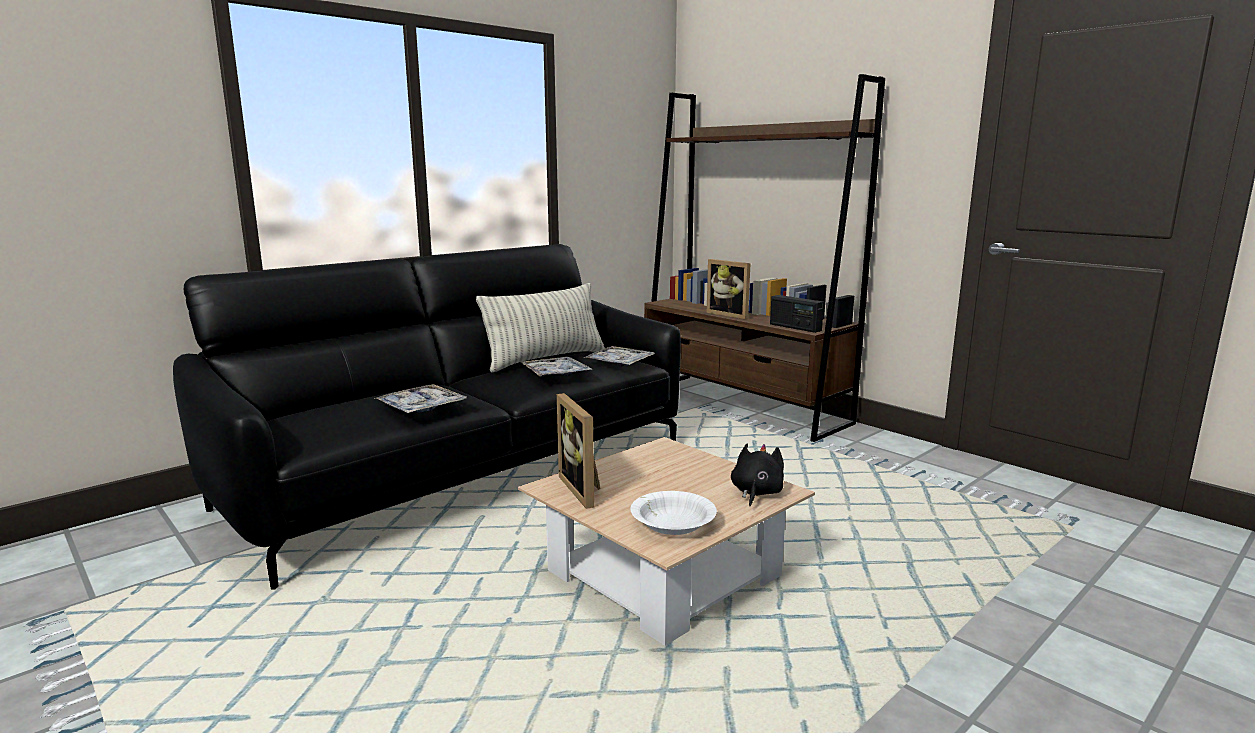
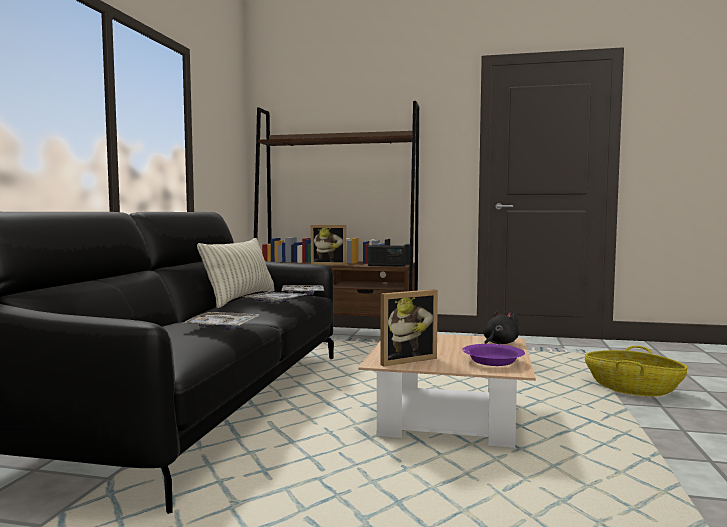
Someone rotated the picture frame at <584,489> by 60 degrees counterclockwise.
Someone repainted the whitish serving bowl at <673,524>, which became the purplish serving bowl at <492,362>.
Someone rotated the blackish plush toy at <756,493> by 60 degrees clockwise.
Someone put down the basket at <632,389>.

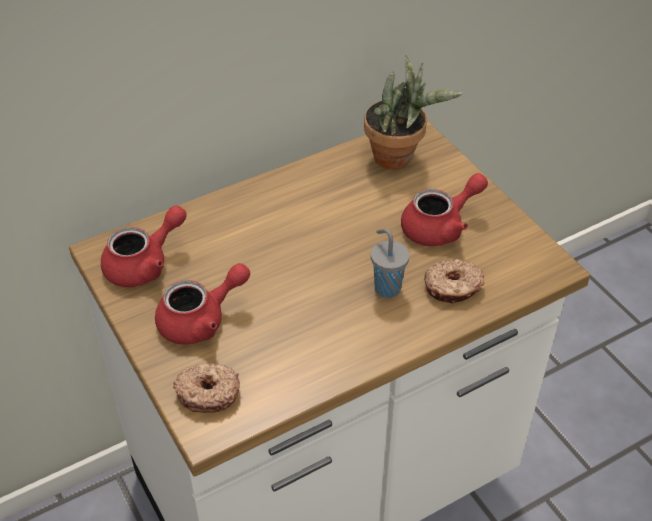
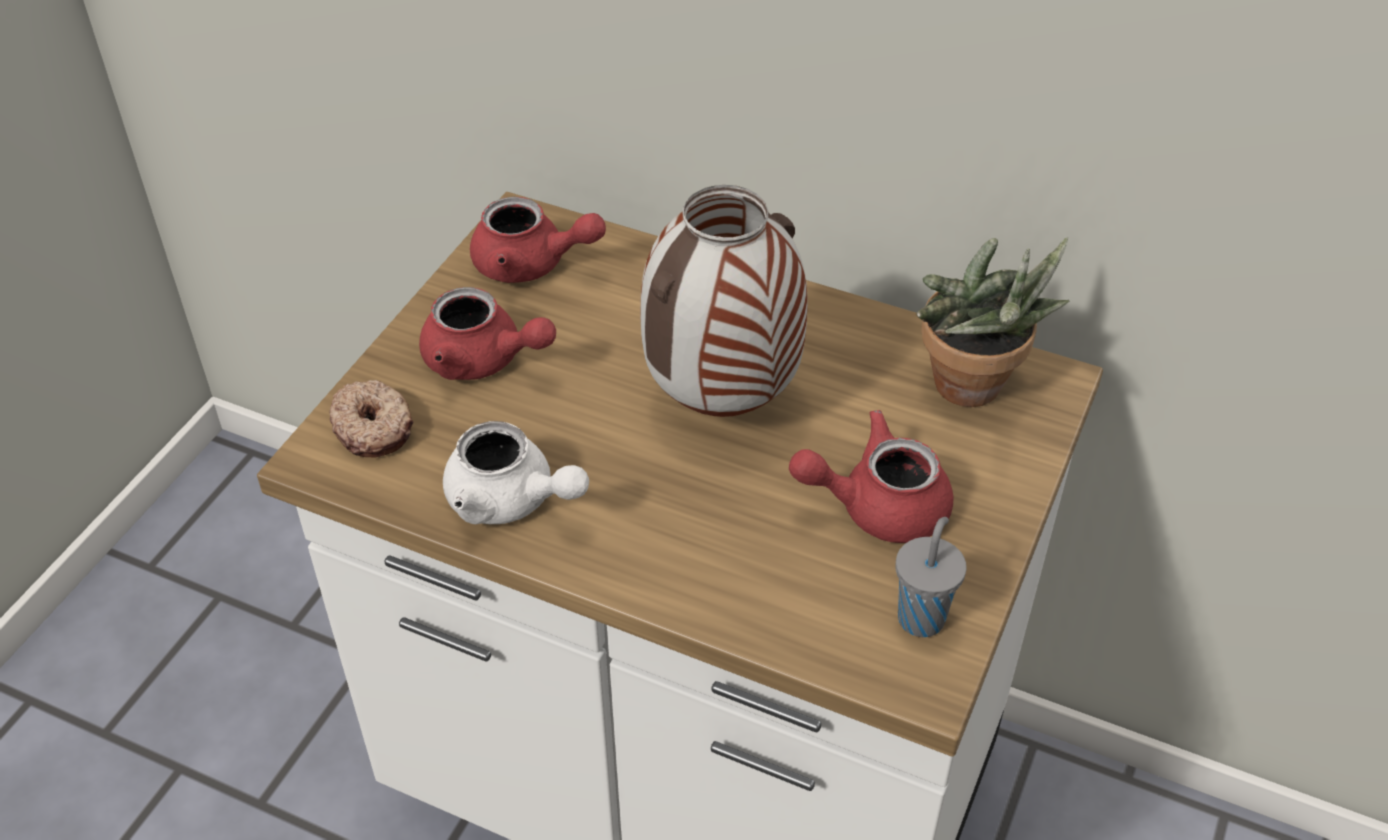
Someone carried the greyish drinking cup from <386,287> to <922,616>.
Someone rotated the red-coloured teapot at <440,226> by 150 degrees clockwise.
Someone took away the donut at <453,288>.
Someone put down the whitish teapot at <511,501>.
Someone put down the flower vase at <721,406>.

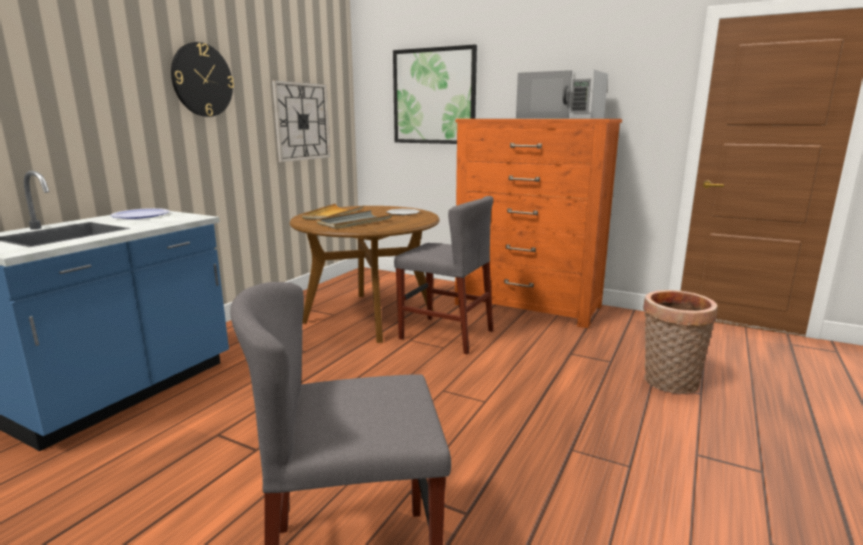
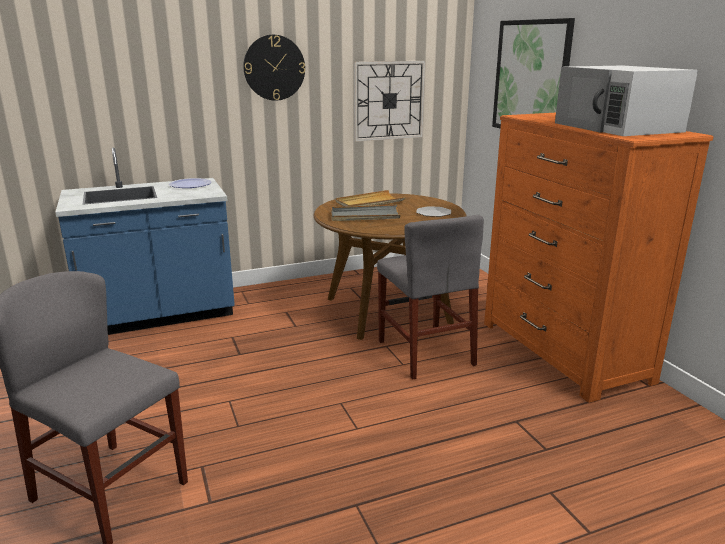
Someone took away the basket at <668,383>.

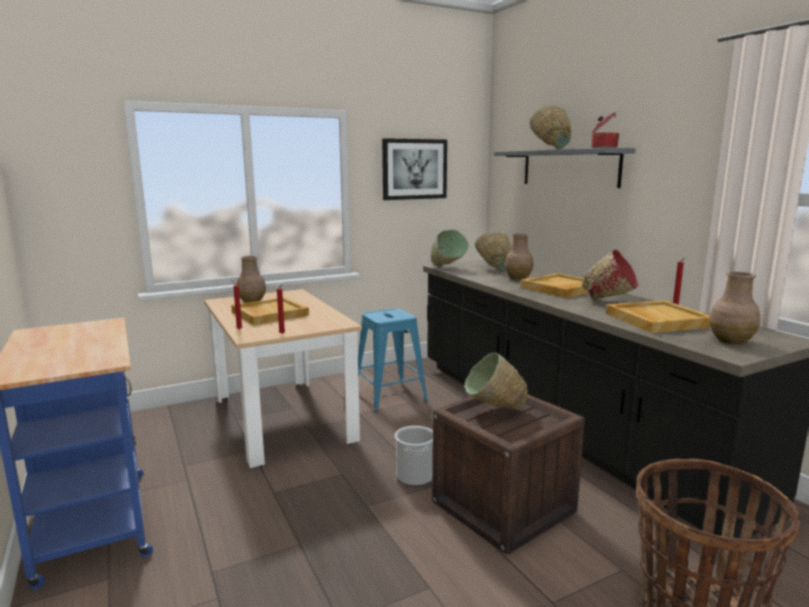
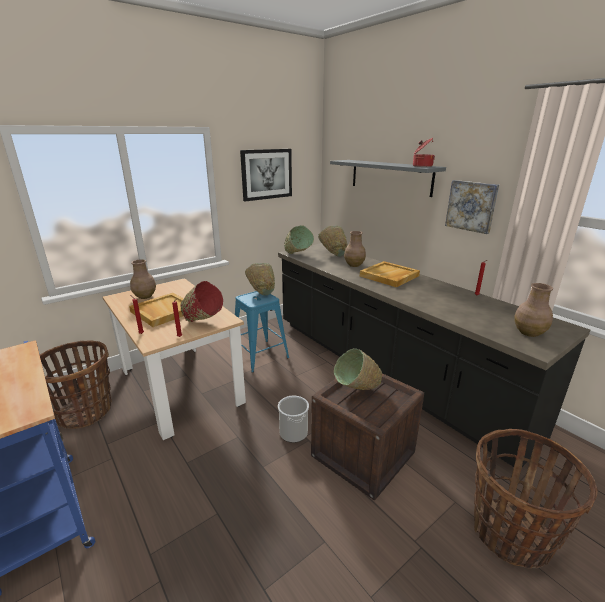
Someone carried the green-coloured serving bowl from <550,149> to <262,292>.
Someone carried the red-coloured serving bowl from <610,301> to <204,321>.
Someone took away the sand-coloured carrying tray at <656,320>.
Someone put down the basket at <85,412>.
Someone put up the wall art at <471,206>.

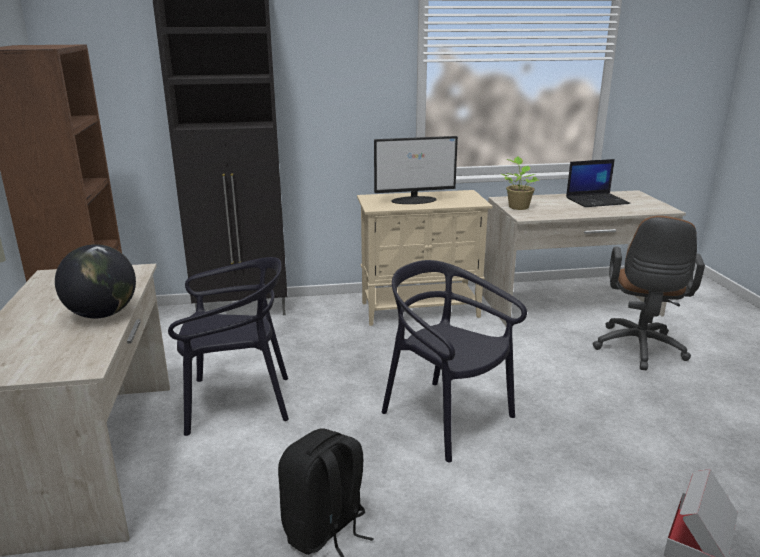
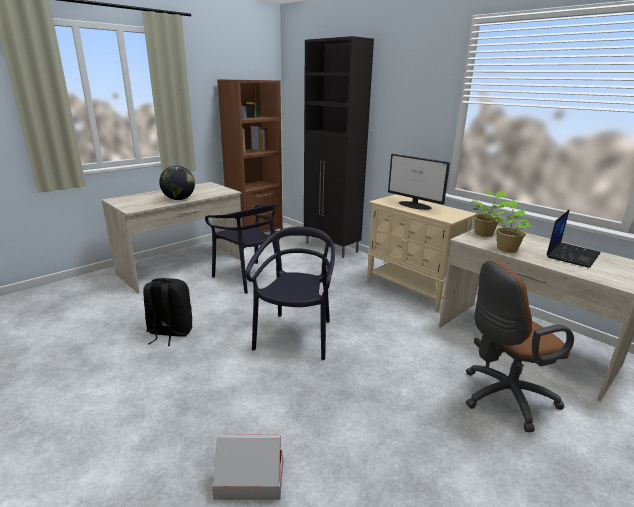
Someone rotated the notebook computer at <597,200> by 90 degrees counterclockwise.
Someone put down the houseplant at <506,248>.

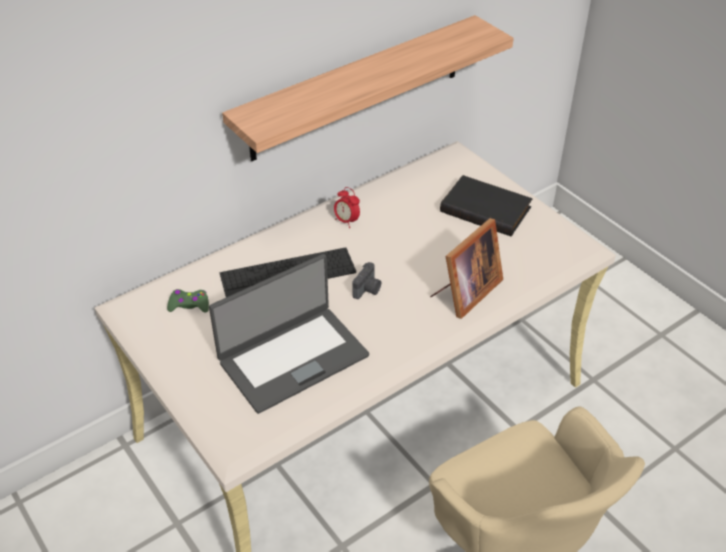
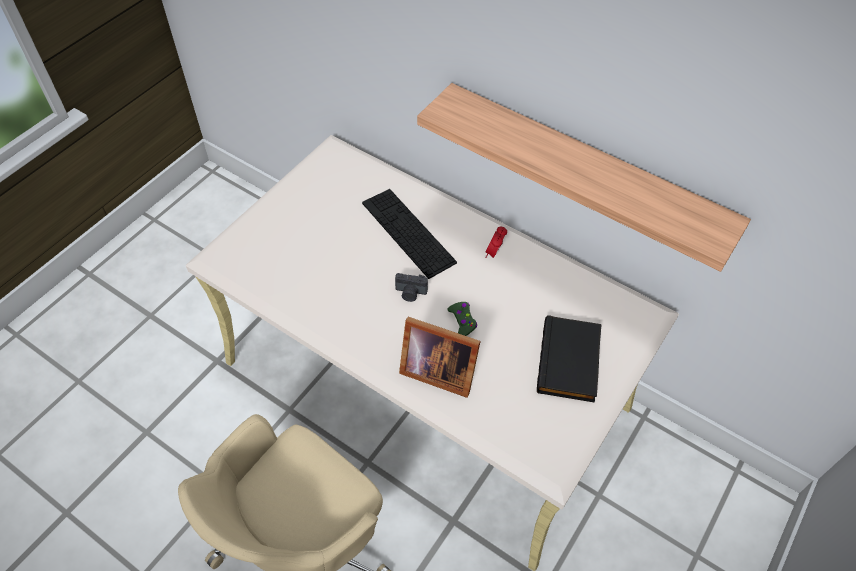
Someone carried the green-coloured game controller from <189,305> to <462,321>.
Someone took away the notebook computer at <292,358>.

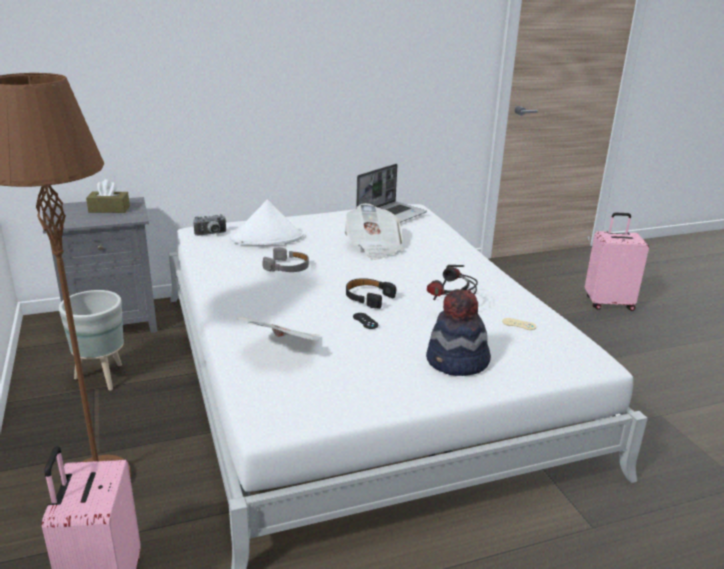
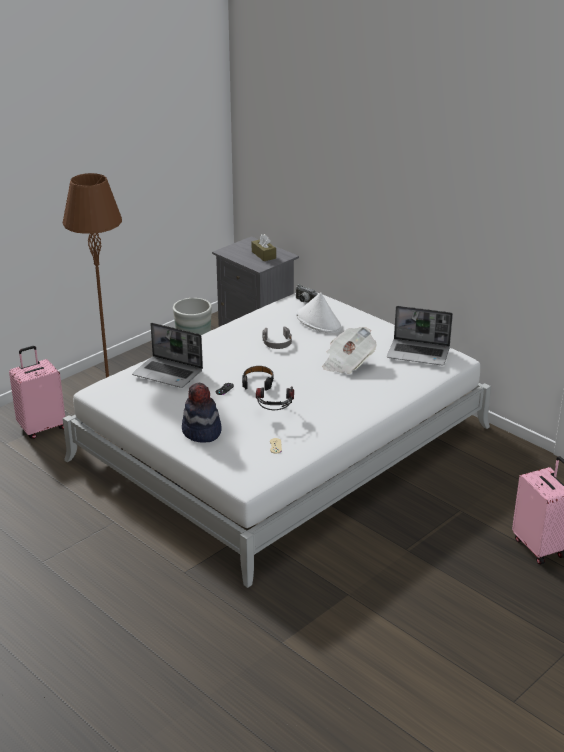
Someone swapped the newspaper at <283,348> for the notebook computer at <169,373>.

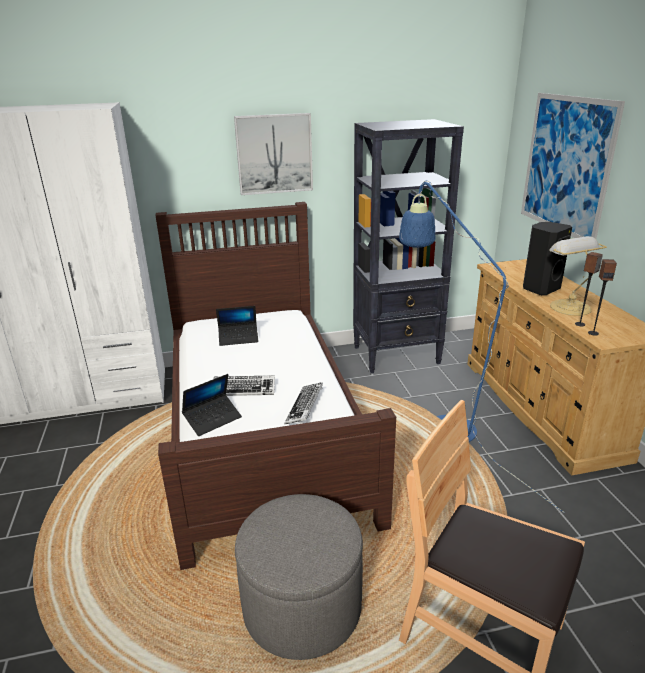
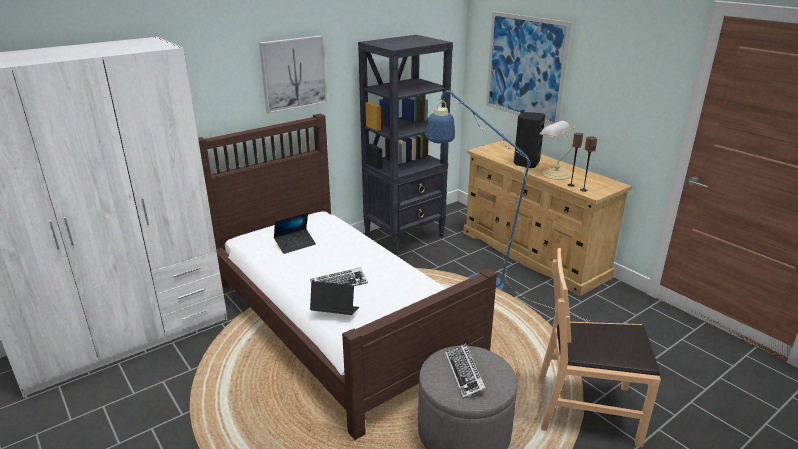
Someone rotated the notebook computer at <213,419> by 105 degrees counterclockwise.
Someone carried the PC keyboard from <305,407> to <465,373>.

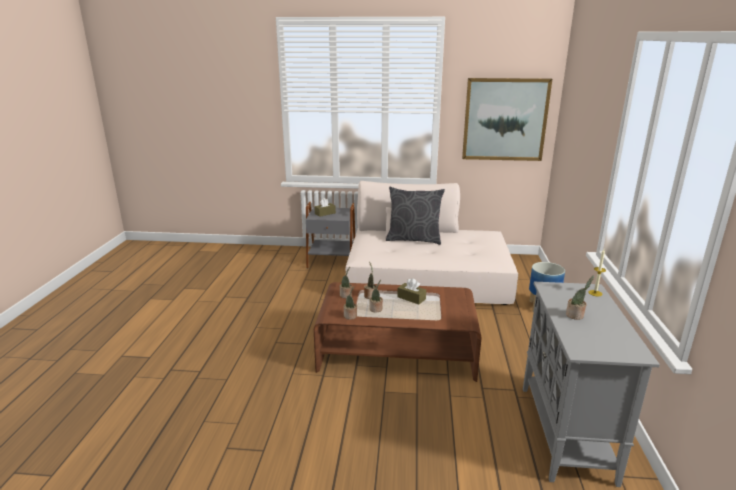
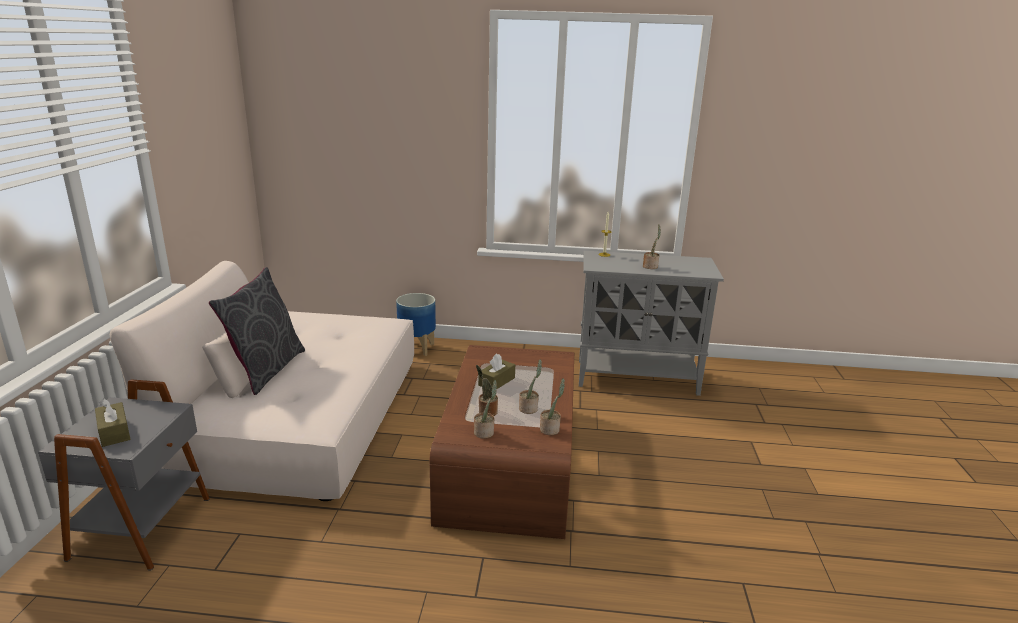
Someone took away the wall art at <505,119>.

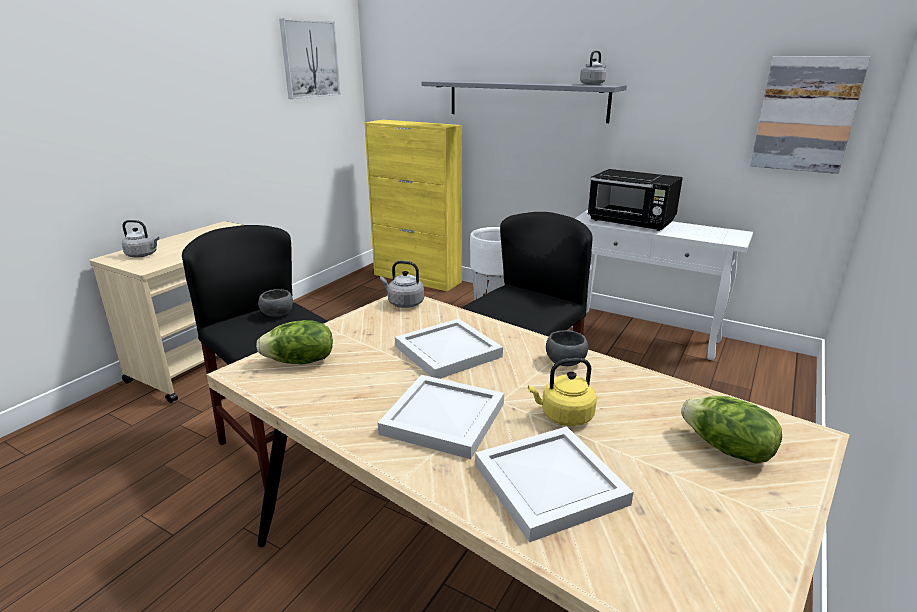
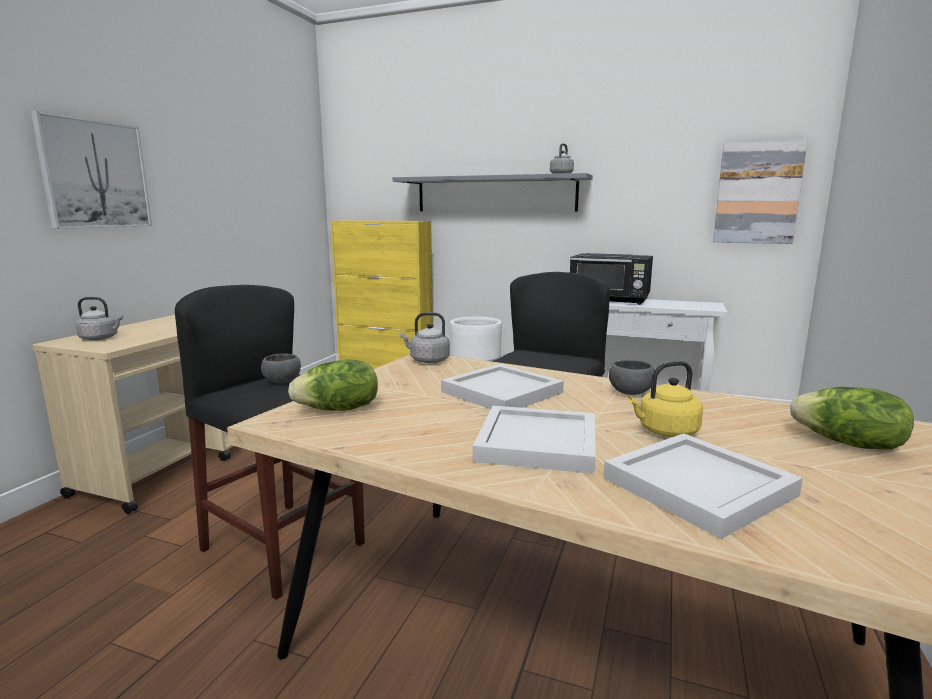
Someone carried the wall art from <310,59> to <95,174>.

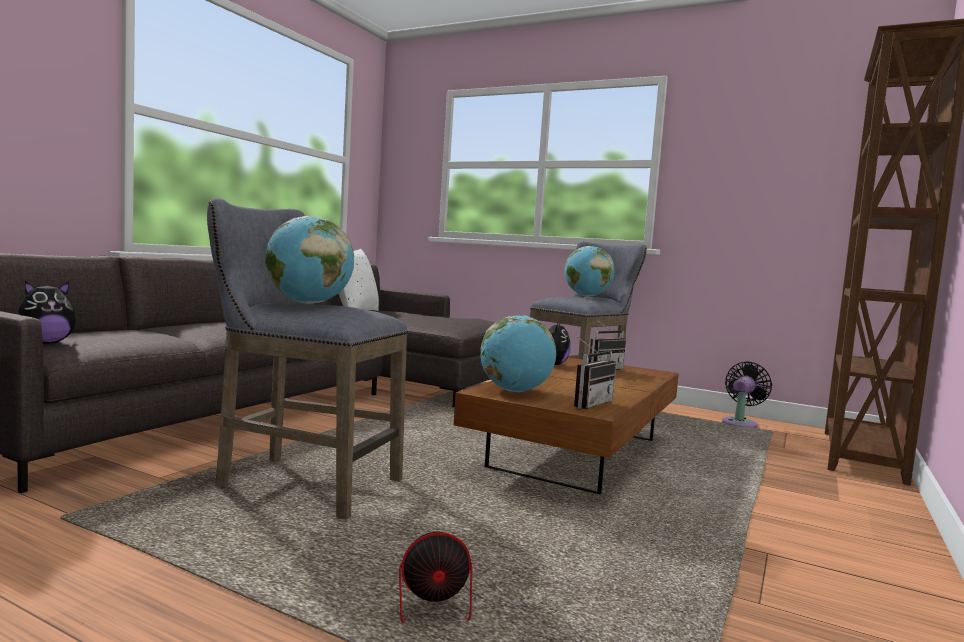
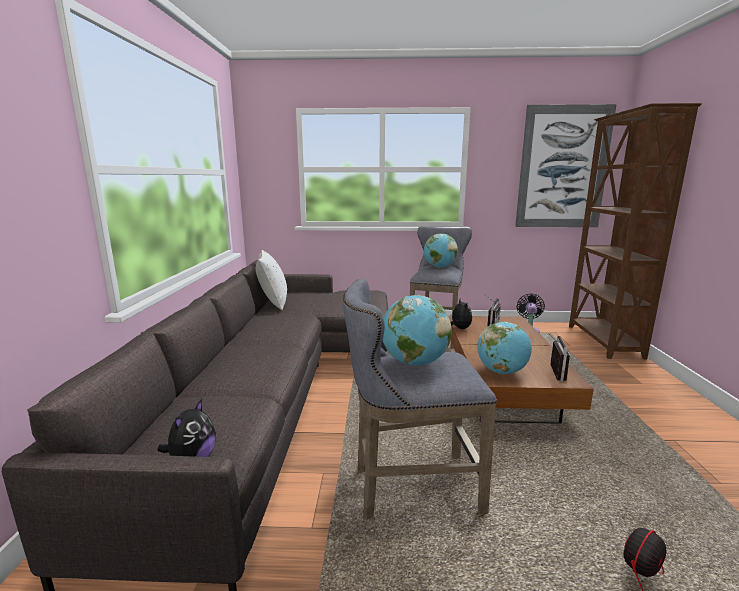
Someone put up the wall art at <563,168>.

